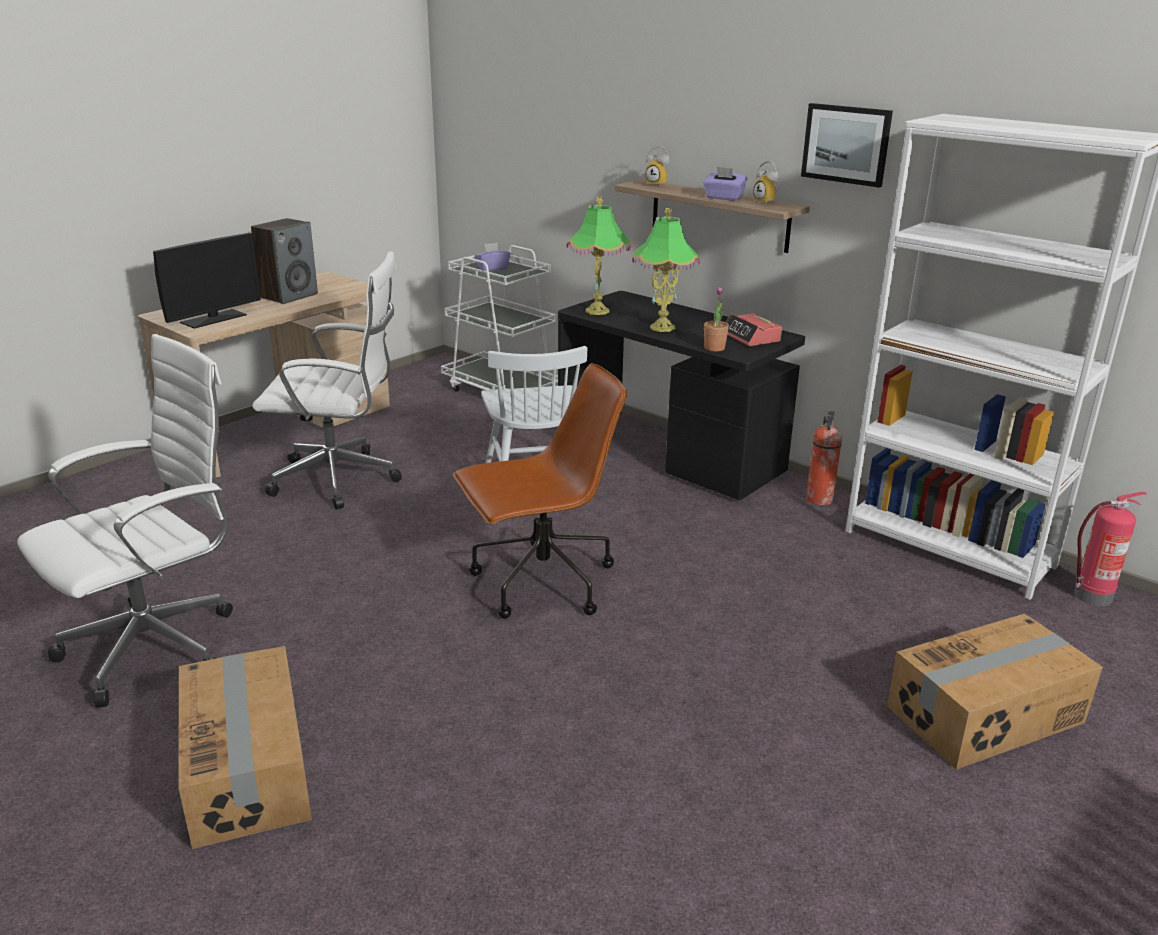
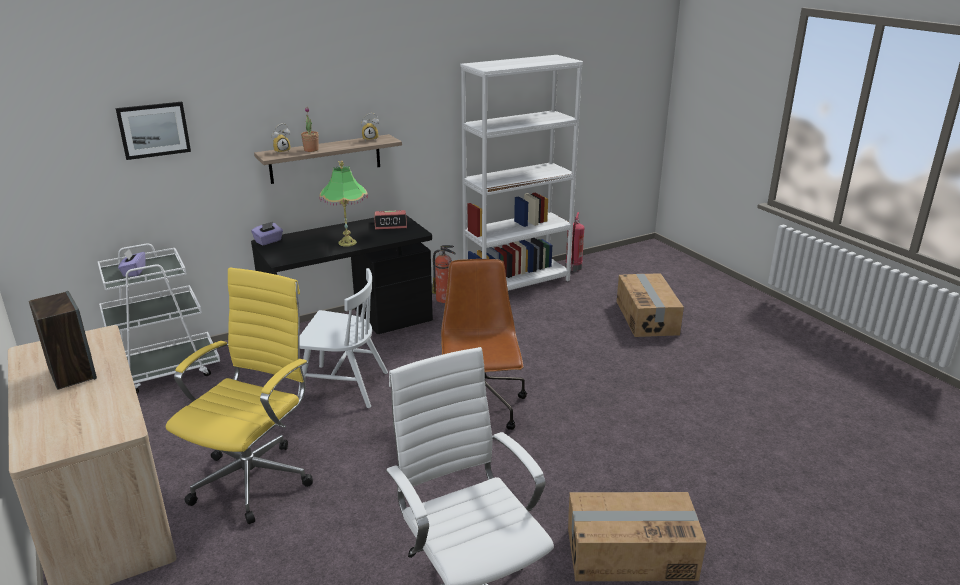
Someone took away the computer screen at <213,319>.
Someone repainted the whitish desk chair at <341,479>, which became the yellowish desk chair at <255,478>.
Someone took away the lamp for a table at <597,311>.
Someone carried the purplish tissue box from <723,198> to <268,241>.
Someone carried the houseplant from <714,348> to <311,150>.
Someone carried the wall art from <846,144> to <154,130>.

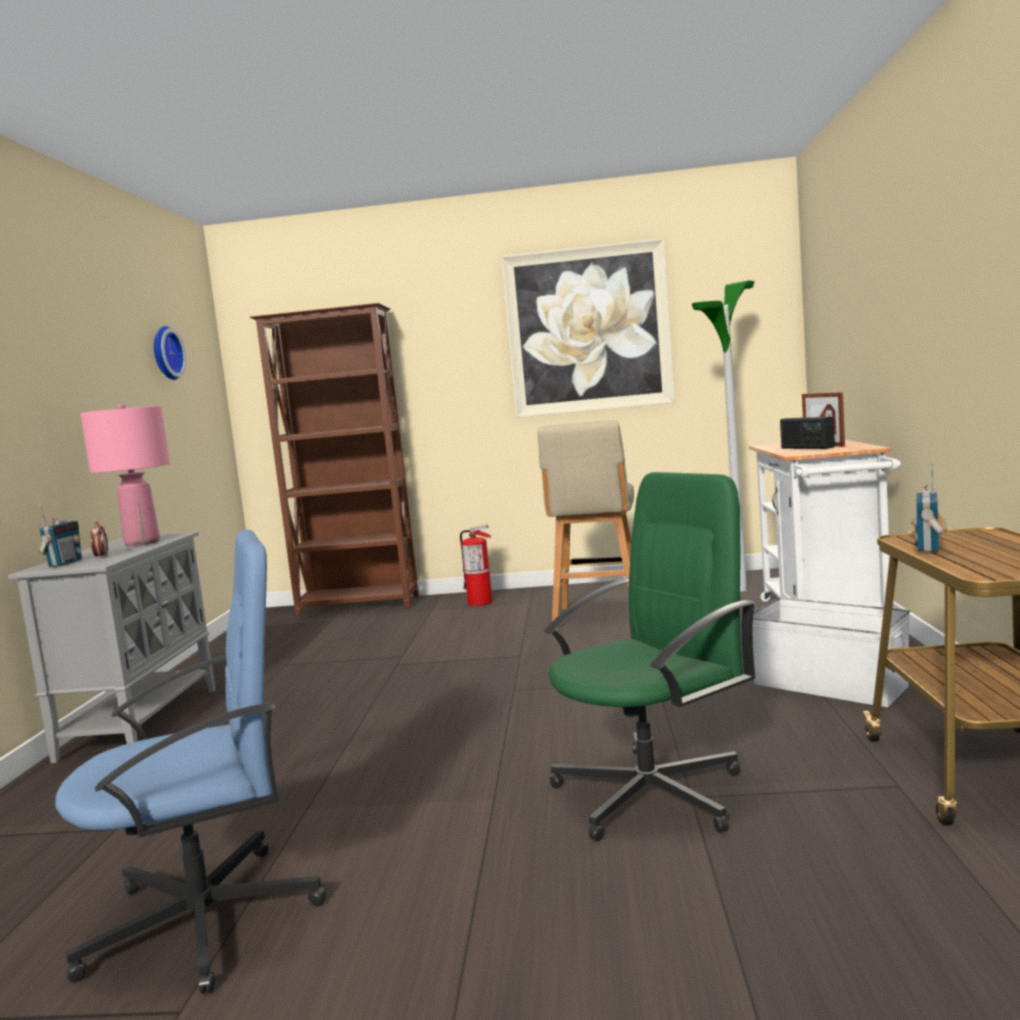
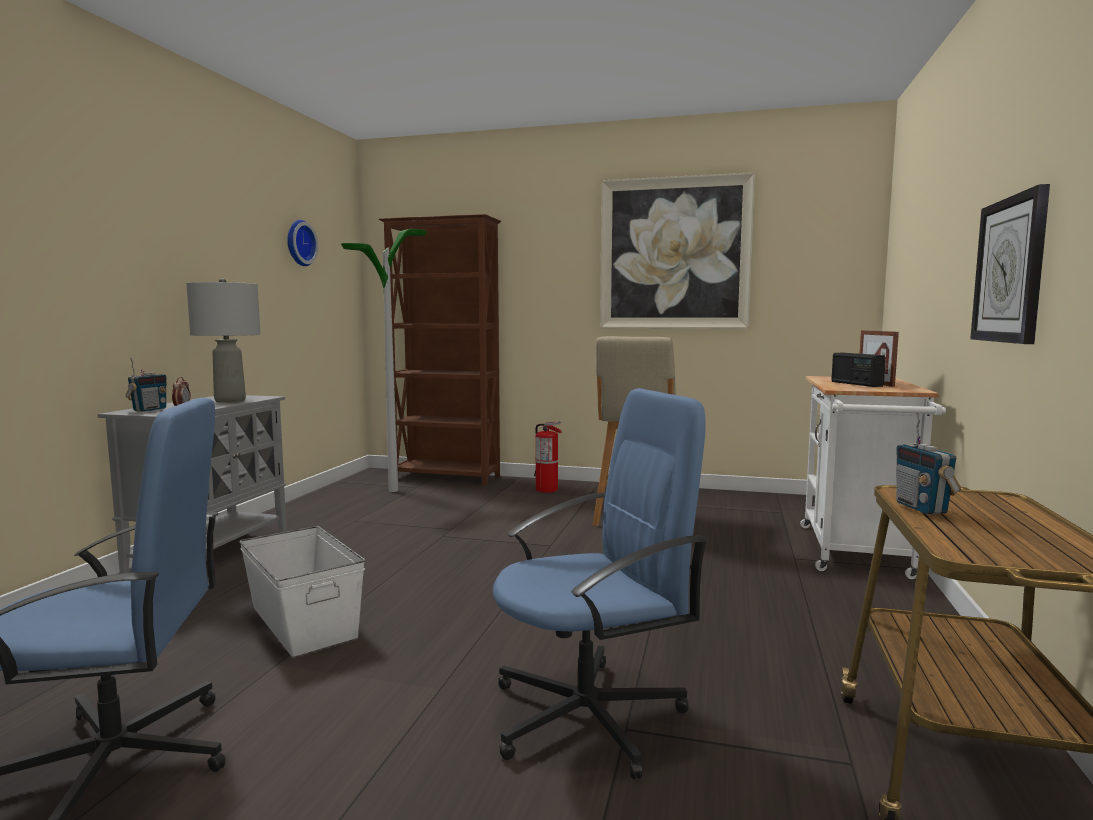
Someone repainted the pinkish lamp for a table at <142,543>, which became the greyish lamp for a table at <229,401>.
Someone repainted the green-coloured desk chair at <652,793>, which became the blue-coloured desk chair at <590,716>.
Someone carried the standard lamp from <741,590> to <393,490>.
Someone carried the whitish storage box from <829,684> to <304,620>.
Someone rotated the radio set at <929,548> by 45 degrees counterclockwise.
Someone put up the wall clock at <1010,270>.

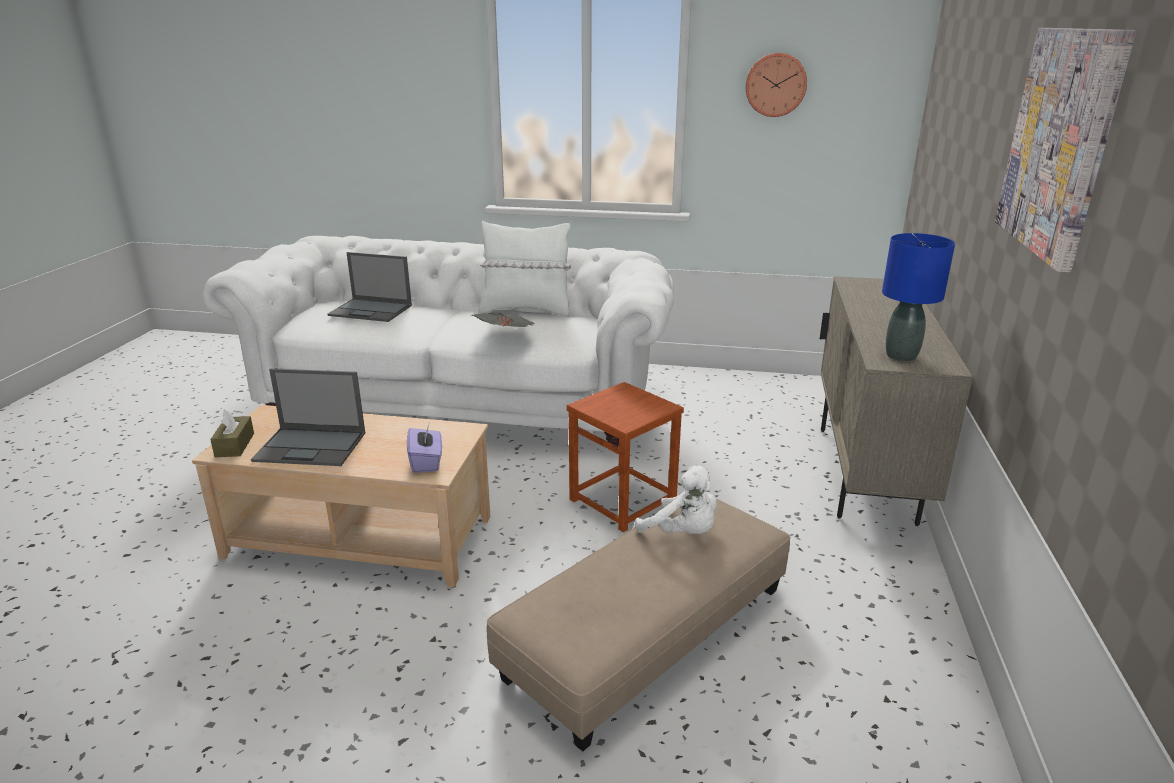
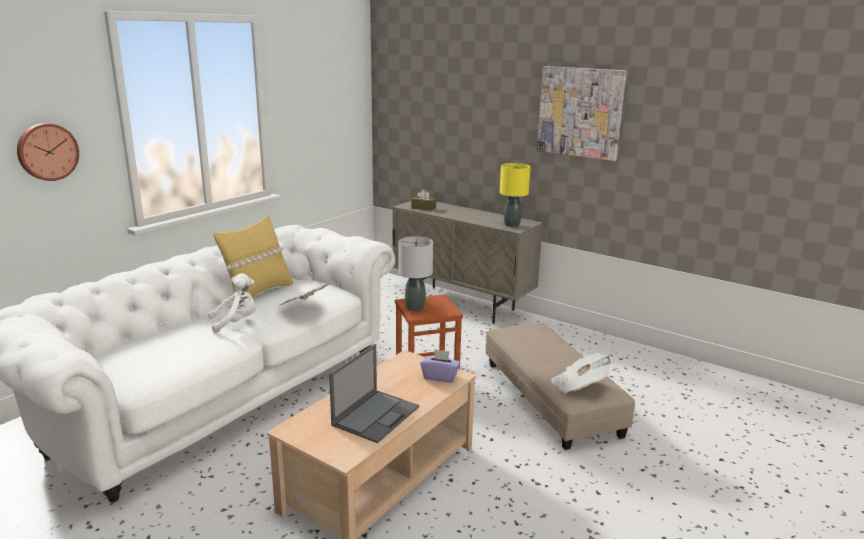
Someone carried the brown tissue box from <234,445> to <423,208>.
Someone took away the notebook computer at <371,310>.
Someone repainted the whitish pillow at <526,310>, which became the yellowish pillow at <257,293>.
Someone carried the whitish plush toy from <682,533> to <236,322>.
Someone carried the wall clock from <775,84> to <47,151>.
Someone repainted the blue-coloured lamp for a table at <900,356>, which became the yellowish lamp for a table at <511,225>.
Someone put down the greyish lamp for a table at <415,308>.
Someone put down the newspaper at <579,386>.

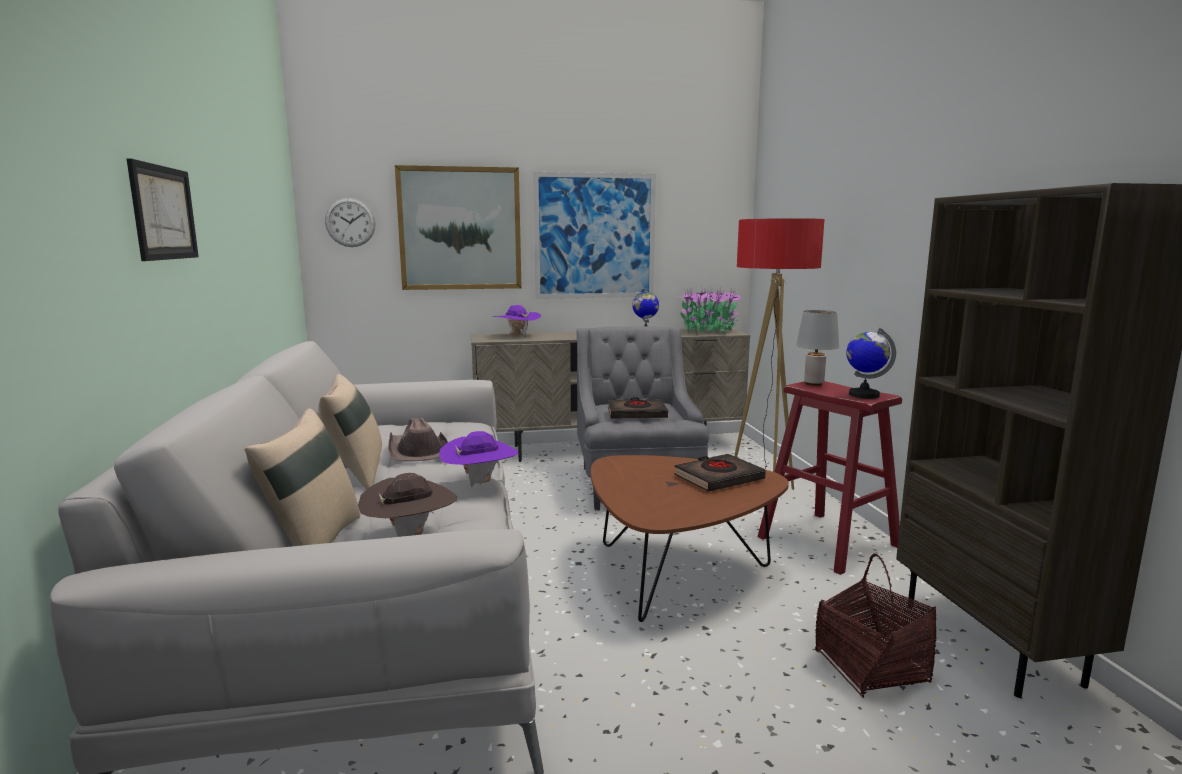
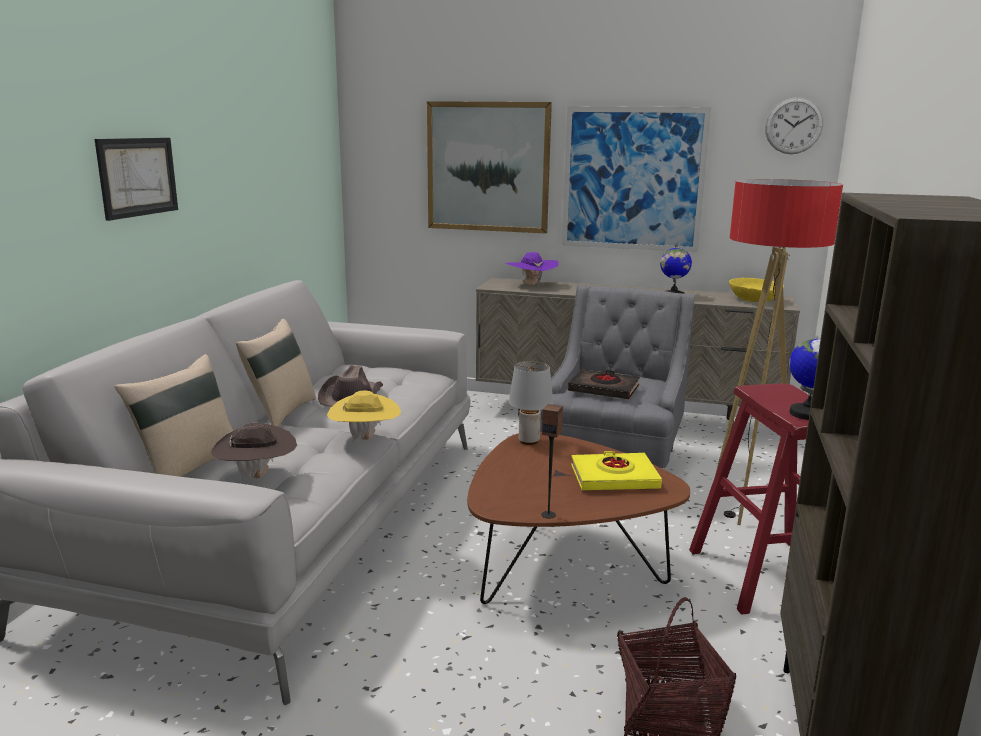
Someone carried the wall clock from <350,222> to <793,126>.
Someone repainted the purplish hat at <480,483>, which became the yellowish hat at <365,439>.
Someone repainted the blackish volume at <718,478>, which became the yellowish volume at <614,478>.
Someone swapped the houseplant at <708,331> for the yellowish serving bowl at <754,300>.
Someone carried the greyish lamp for a table from <813,384> to <529,441>.
Someone put down the audio speaker at <548,514>.

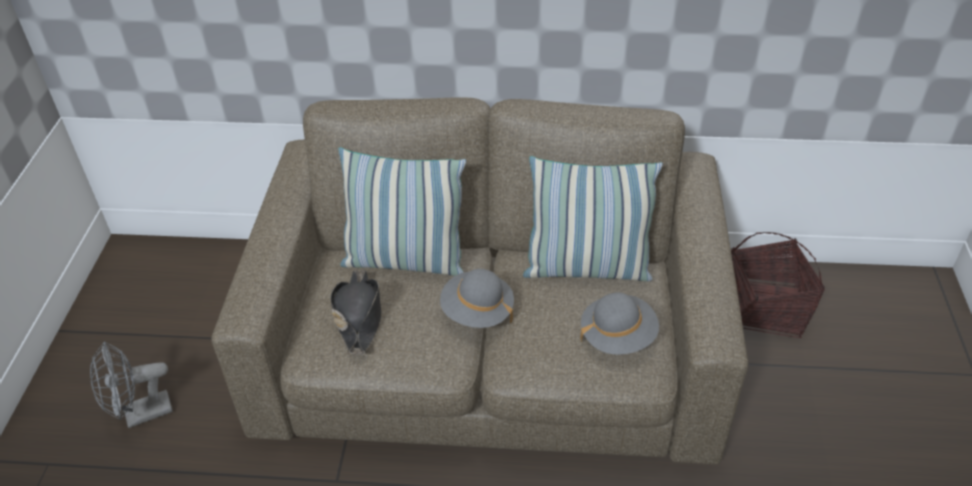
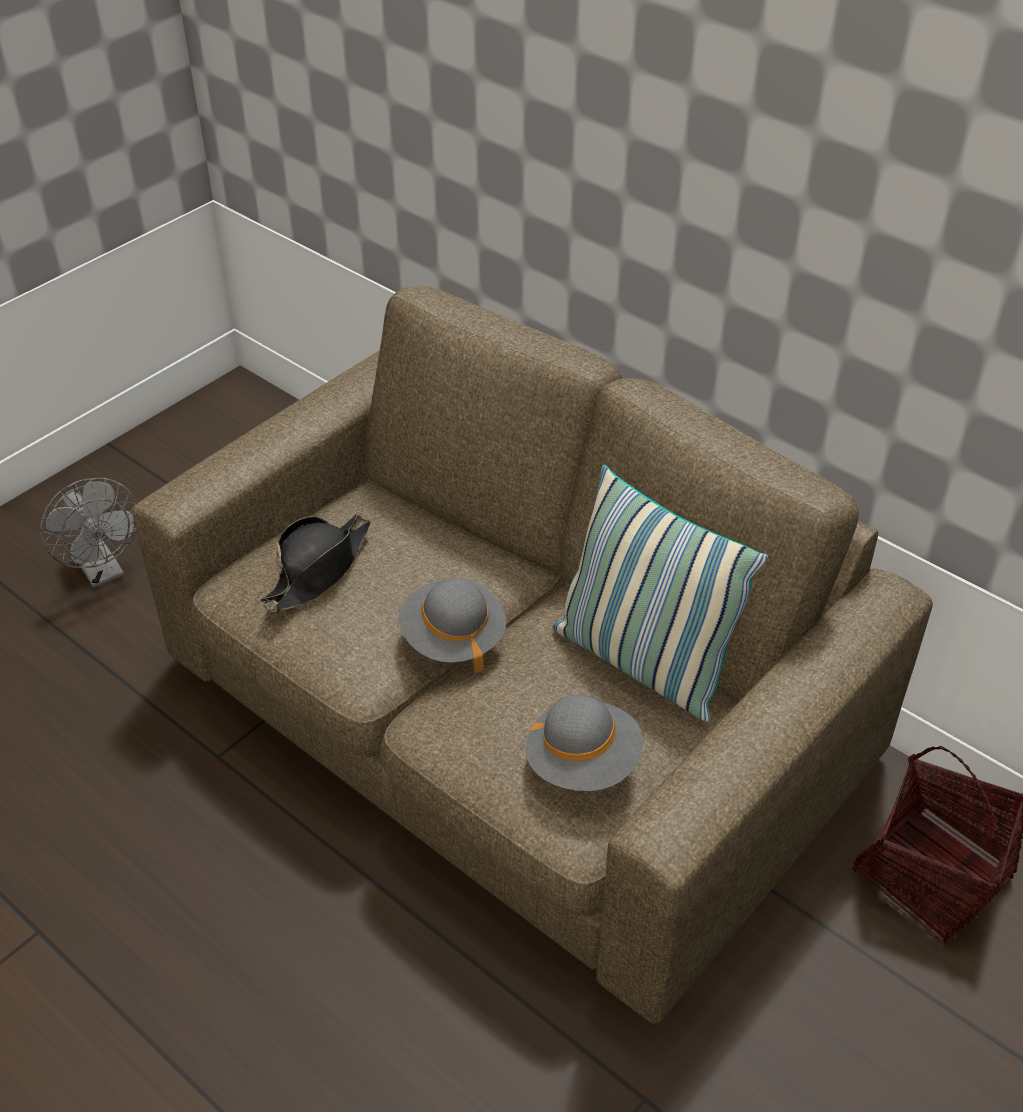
Someone rotated the greyish electric fan at <140,414> by 135 degrees counterclockwise.
Someone took away the pillow at <405,261>.

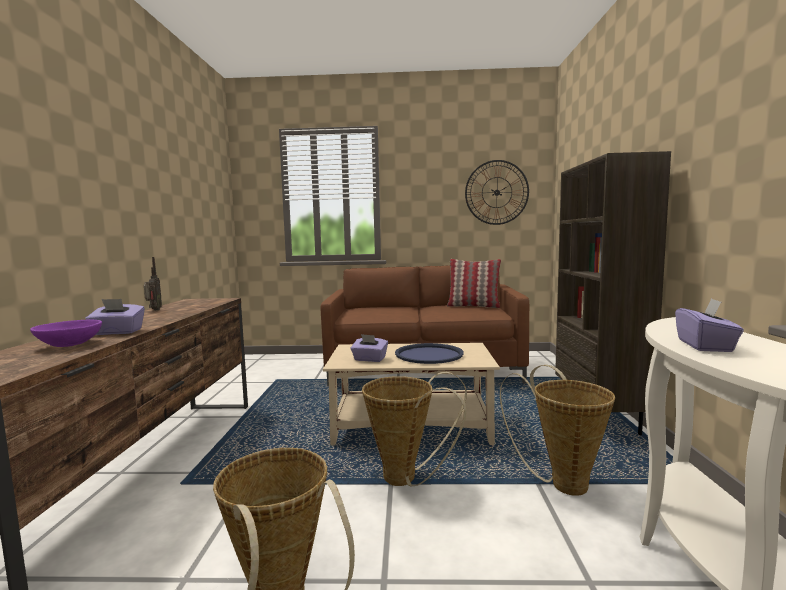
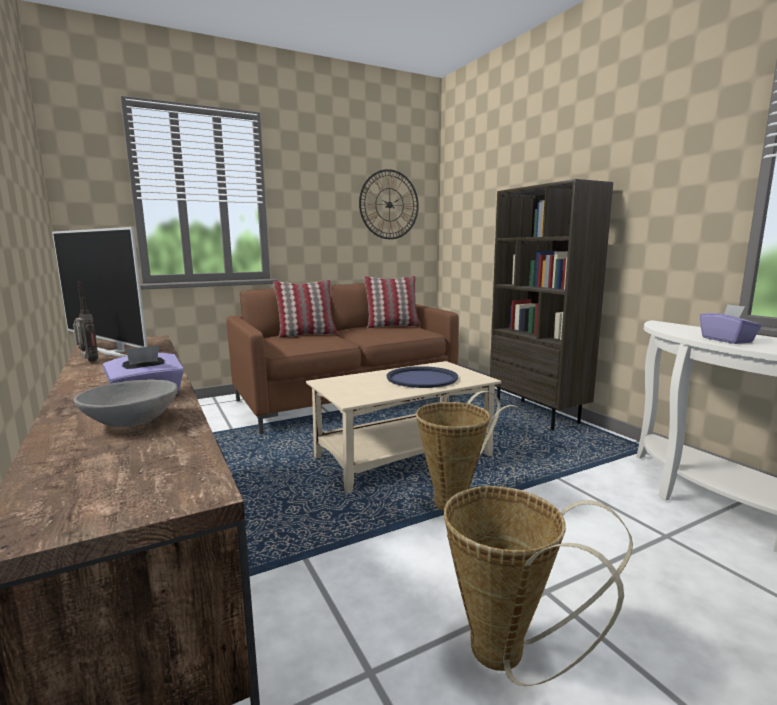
Someone repainted the purplish serving bowl at <69,344>, which became the greyish serving bowl at <131,422>.
Someone took away the purplish tissue box at <369,359>.
Someone took away the basket at <562,482>.
Someone put down the TV at <113,352>.
Someone put down the pillow at <306,334>.

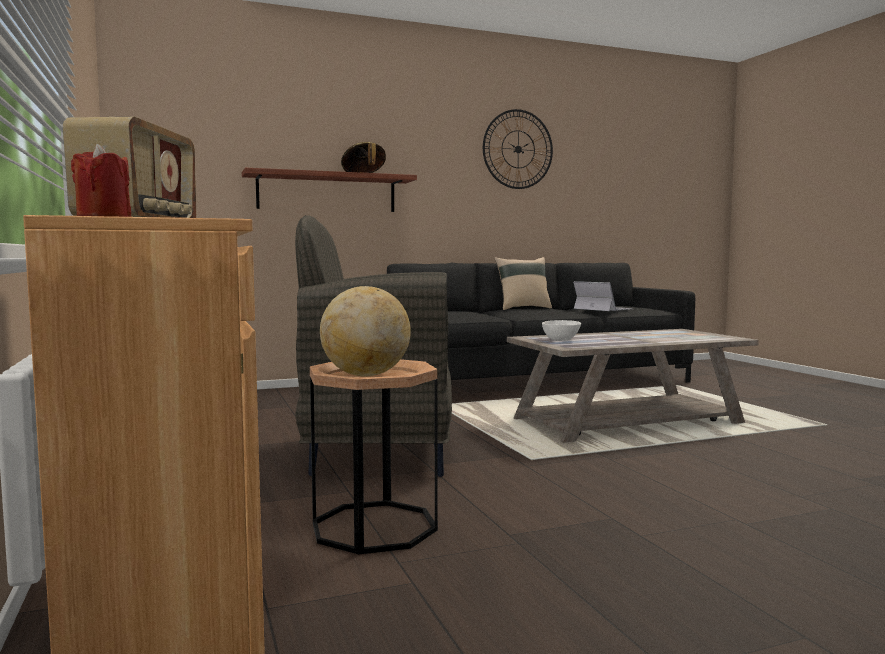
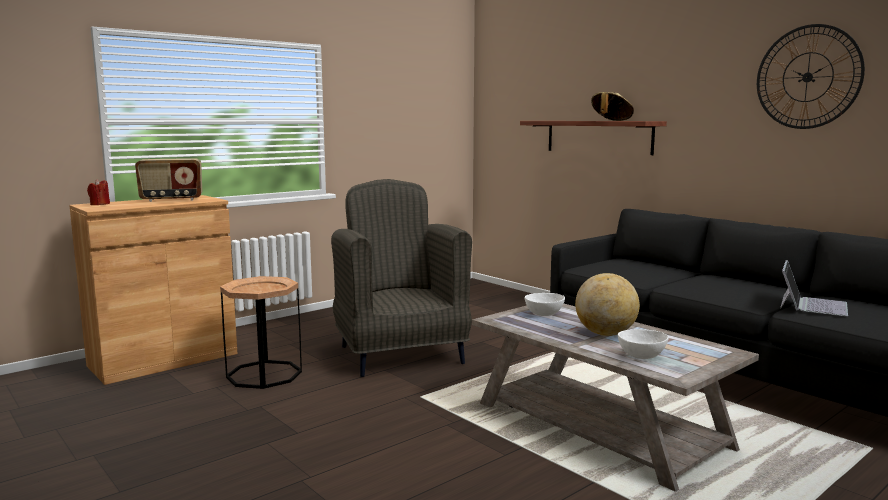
Someone carried the desk globe from <366,375> to <605,334>.
Someone took away the sand-coloured pillow at <523,308>.
Someone put down the whitish serving bowl at <642,357>.

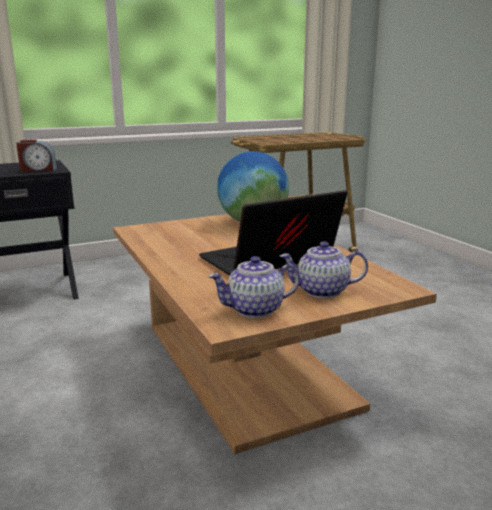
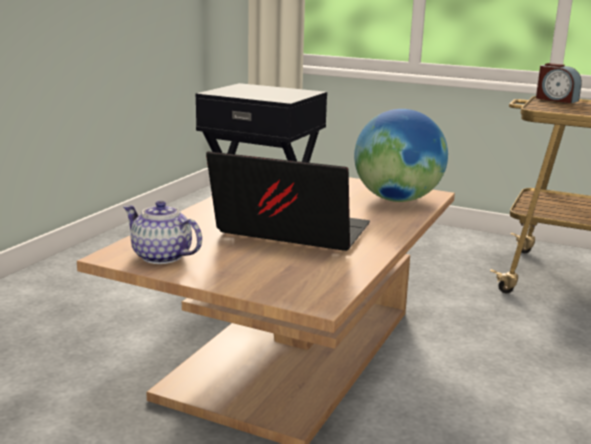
Someone carried the alarm clock from <38,170> to <556,99>.
Someone took away the teapot at <322,291>.

